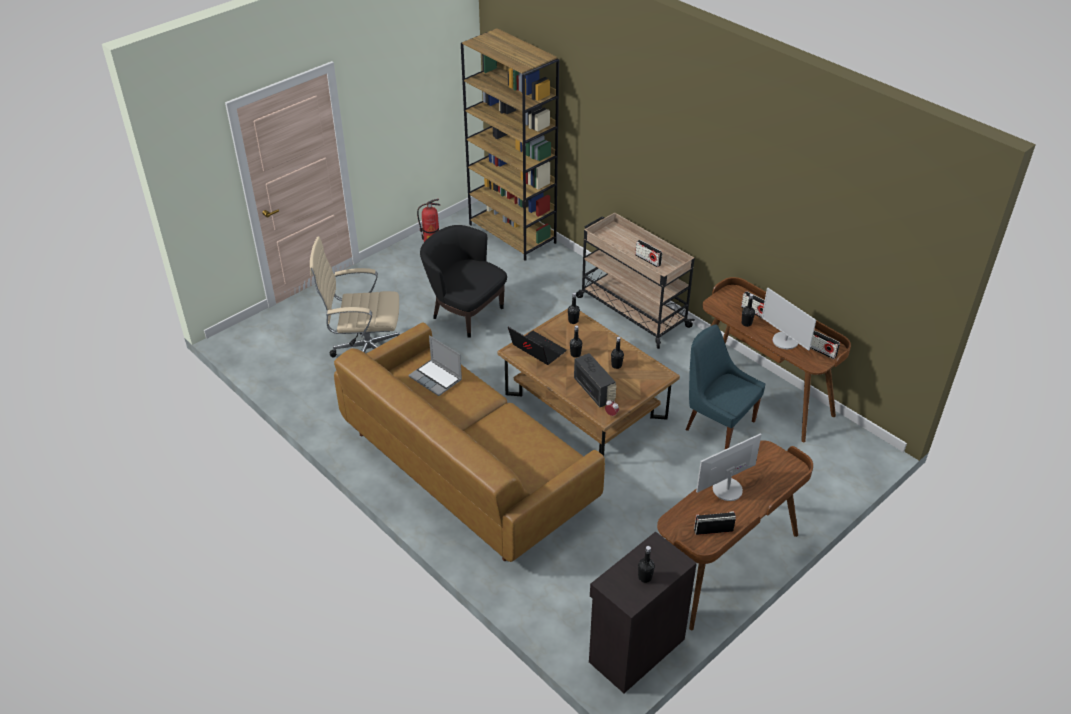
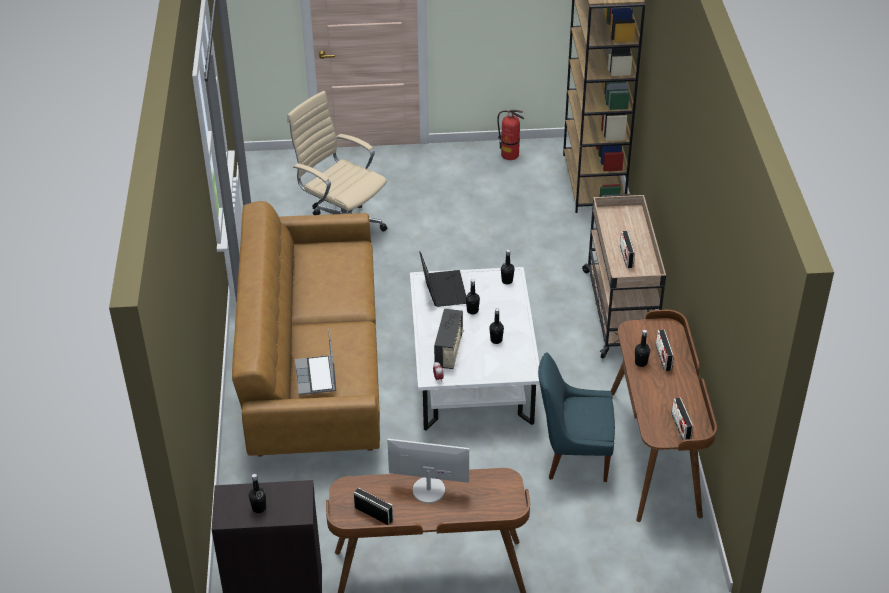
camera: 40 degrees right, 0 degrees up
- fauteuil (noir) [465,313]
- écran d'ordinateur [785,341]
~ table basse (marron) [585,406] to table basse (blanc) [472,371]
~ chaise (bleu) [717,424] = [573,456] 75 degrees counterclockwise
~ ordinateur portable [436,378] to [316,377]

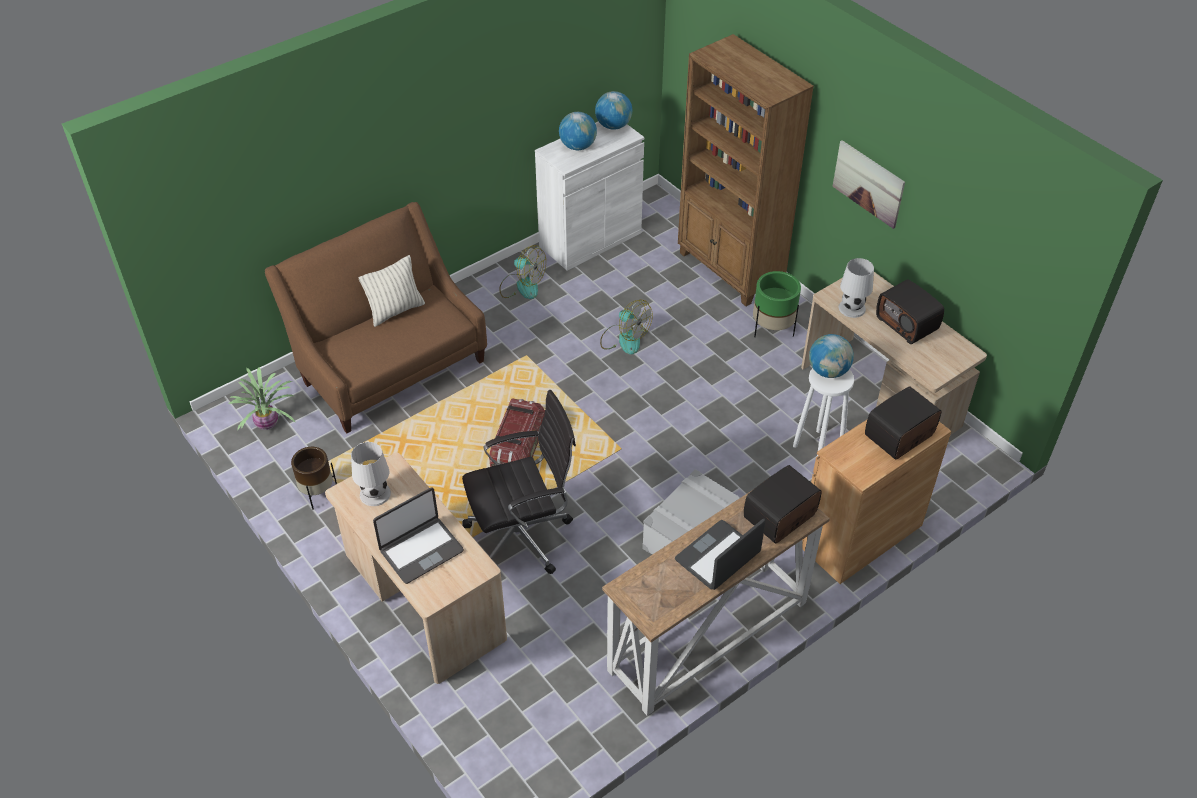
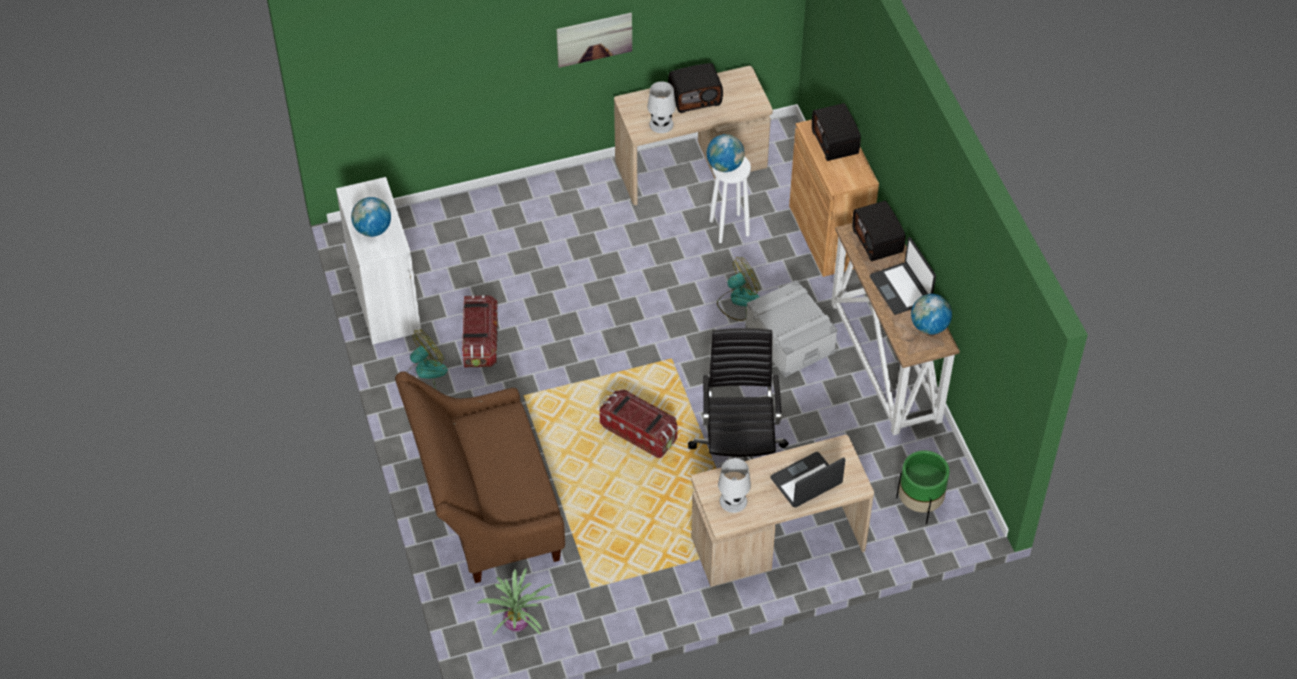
camera: 70 degrees left, 5 degrees up
- bibliothèque (marron) [730,270]
~ globe [613,126] to [929,326]
- coussin [395,311]
~ cache-pot (vert) [772,328] to [919,504]
~ ventilateur [624,339] to [738,301]
- cache-pot (marron) [317,493]
~ ordinateur portable [421,550] = [806,481] 105 degrees counterclockwise
+ boîte de rangement [480,341]

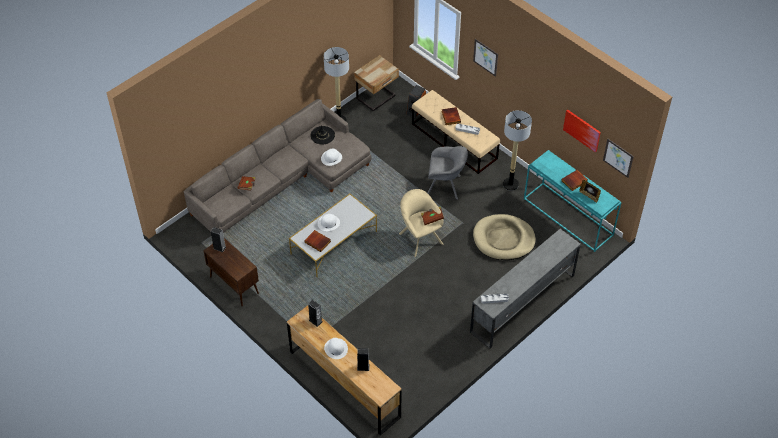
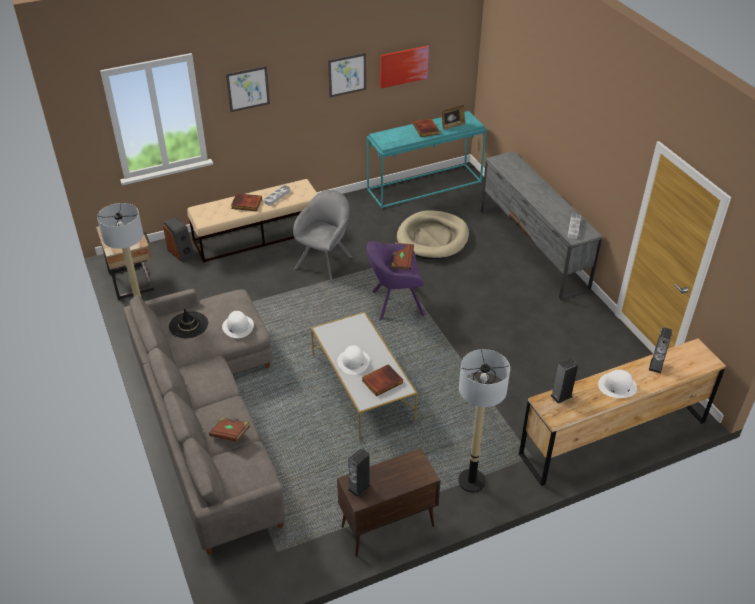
camera: 70 degrees left, 10 degrees down
~ lampadaire [510,184] to [471,481]
~ tableau [618,158] to [347,74]
~ fauteuil (beige) [419,237] to fauteuil (violet) [394,303]

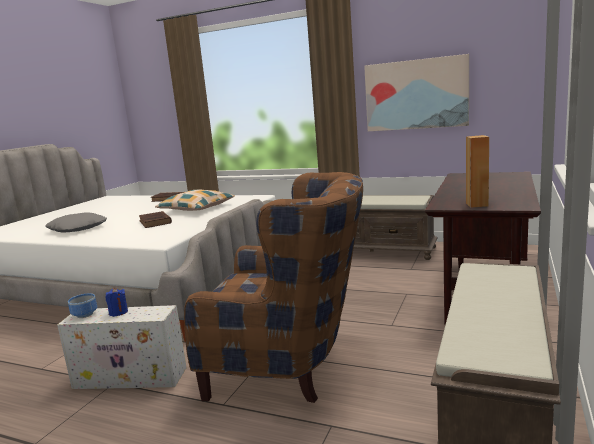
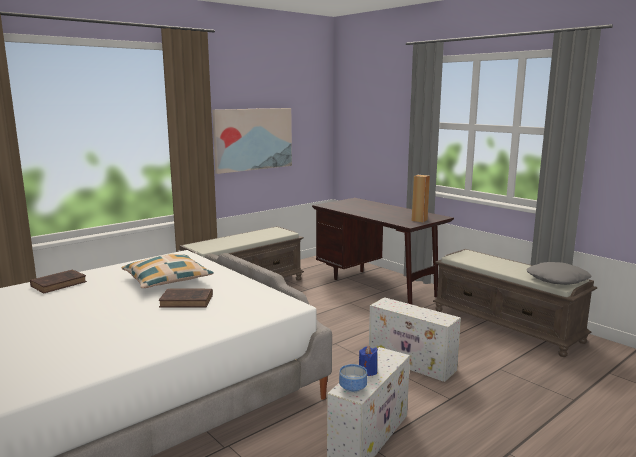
camera: 65 degrees left, 0 degrees up
~ fauteuil (marron) [291,363] to boîte de rangement (blanc) [412,363]
~ coussin (gris) [78,228] to [557,279]

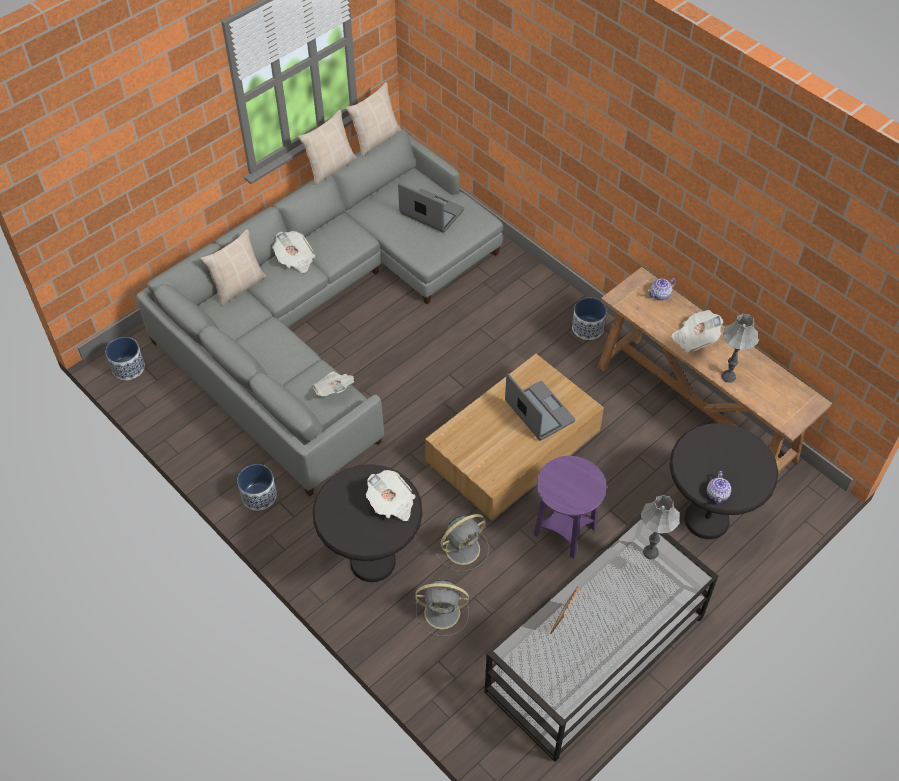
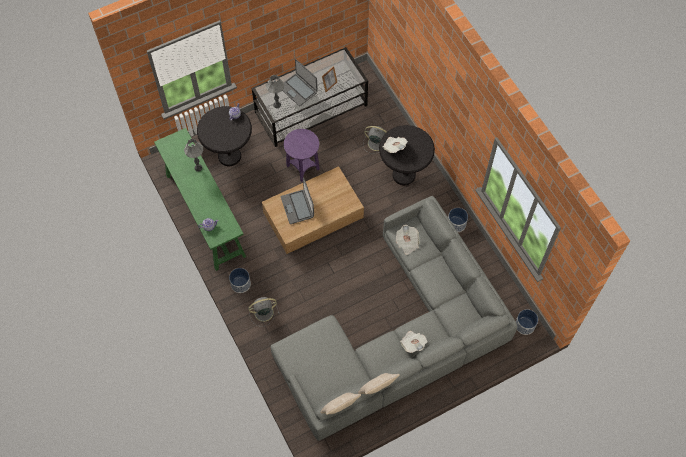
camera: 165 degrees left, 10 degrees up
~ ordinateur portable [431,212] to [298,89]
- coussin (beige) [238,286]
~ table console (marron) [696,413] to table console (vert) [205,214]
- journal [695,339]
~ ventilateur (gris) [464,548] to [263,313]

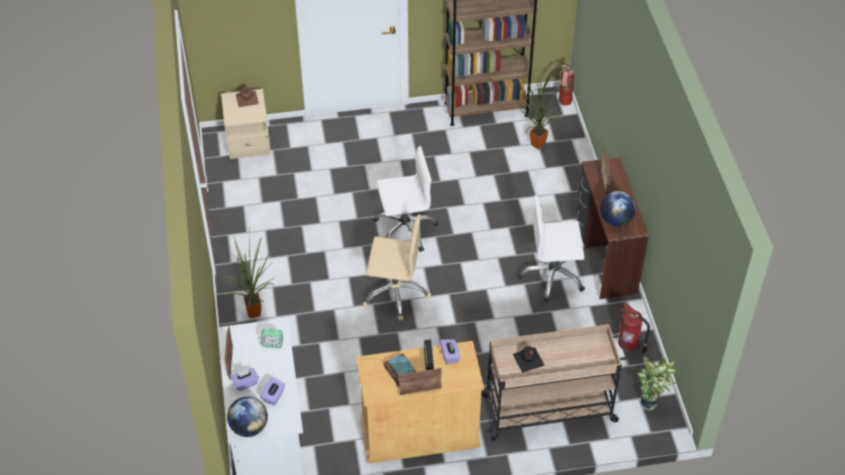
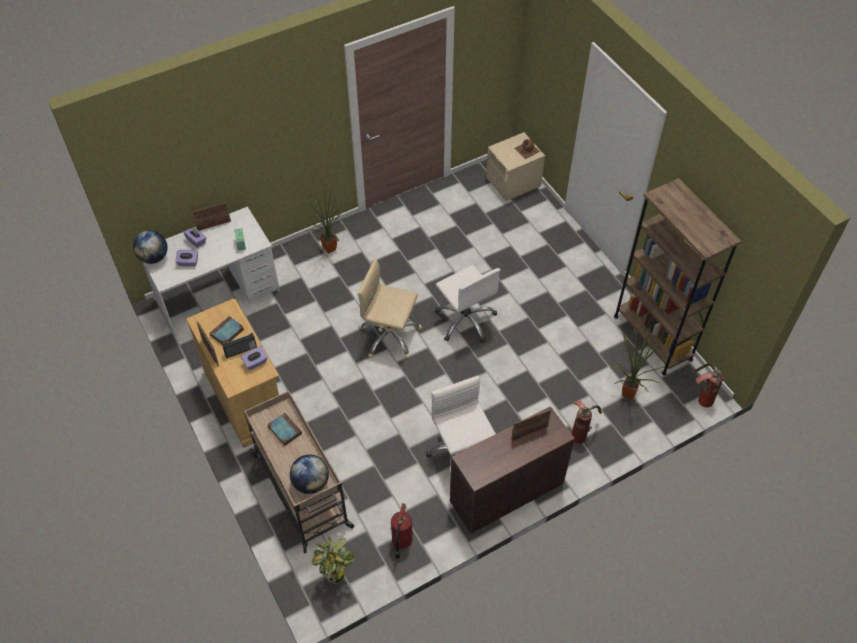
camera: 70 degrees right, 5 degrees up
~ globe [615,220] to [311,483]
~ chaise de bureau (beige) [395,293] = [389,336] 120 degrees clockwise
~ bouteille (noir) [528,360] to livre [284,430]
+ extincteur [581,432]

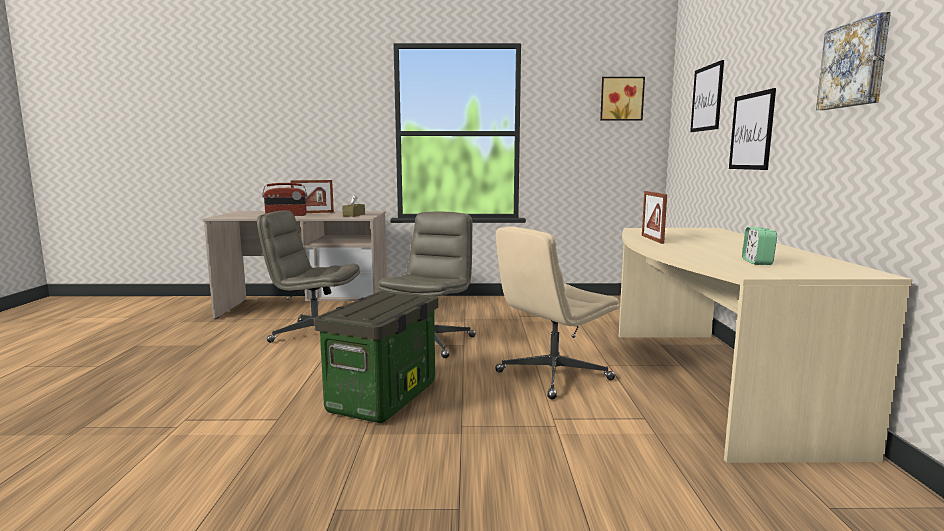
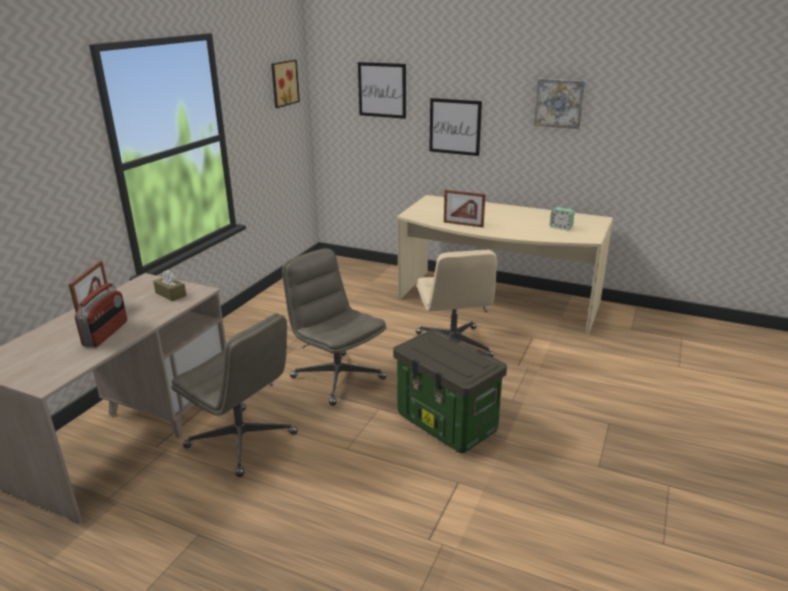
camera: 65 degrees left, 15 degrees up
~ chaise de bureau (gris) [314,334] = [243,441] 90 degrees counterclockwise

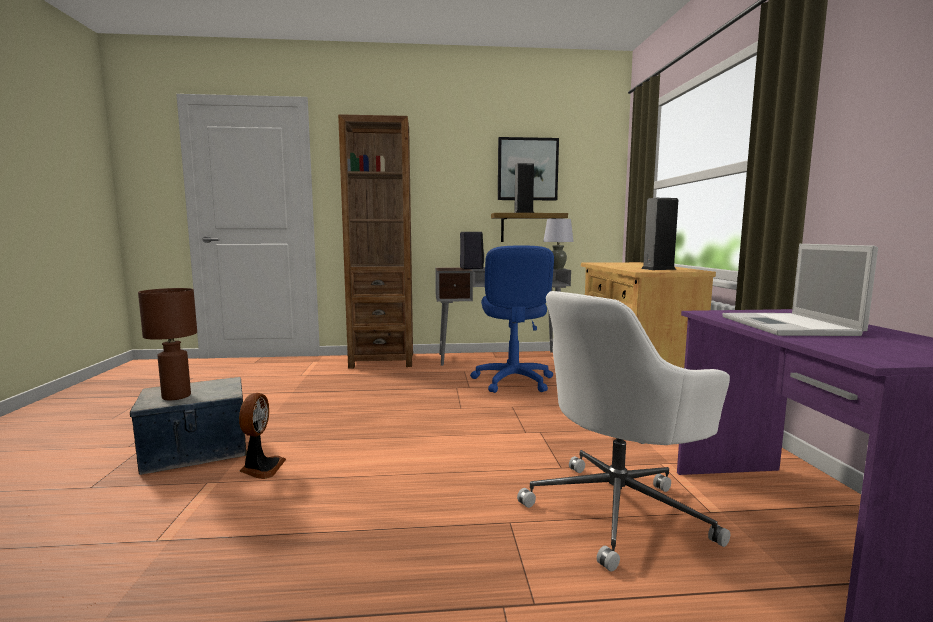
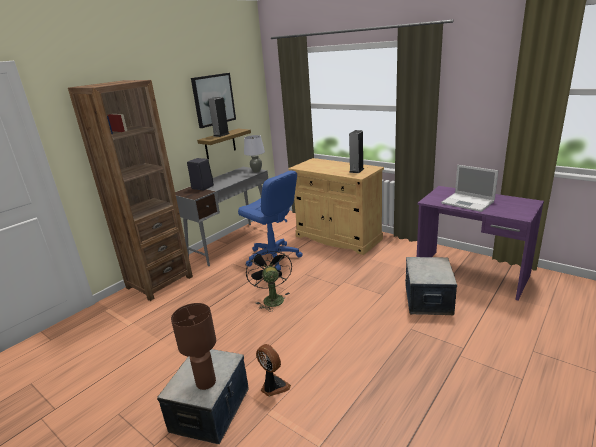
camera: 45 degrees left, 15 degrees up
~ chaise de bureau (blanc) [619,510] to boîte de rangement [427,300]
+ ventilateur (noir) [271,298]

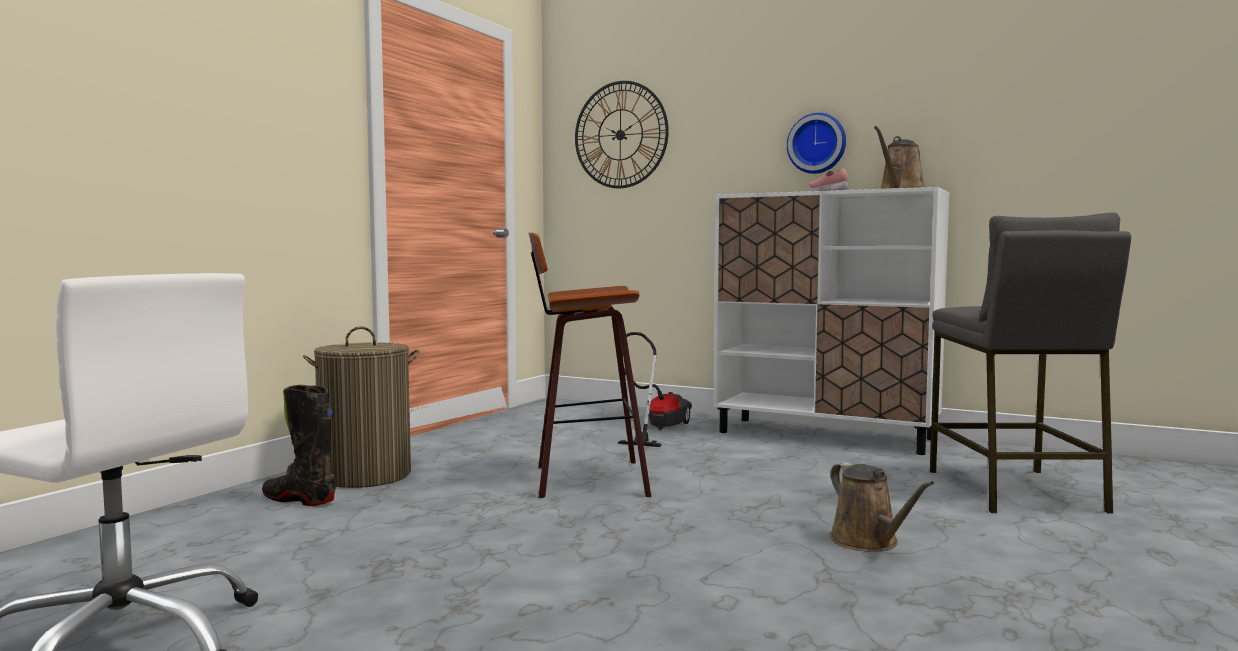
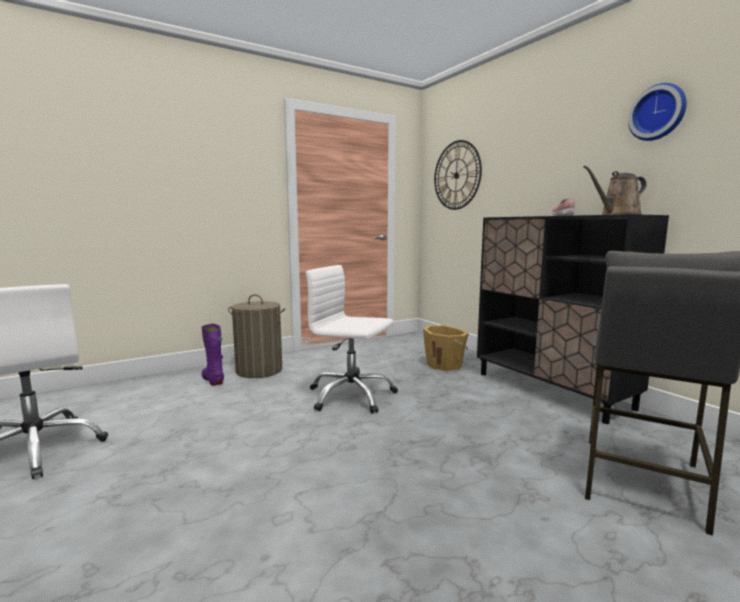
camera: 30 degrees right, 5 degrees up
~ horloge murale [817,144] to [658,113]
~ meuble de rangement (blanc) [826,436] to meuble de rangement (noir) [551,390]
~ tabouret [586,480] to chaise de bureau (blanc) [351,396]
~ aspirateur [656,429] to seau (orange) [445,364]
~ botte (noir) [299,500] to botte (violet) [213,380]
- arrosoir (marron) [868,542]

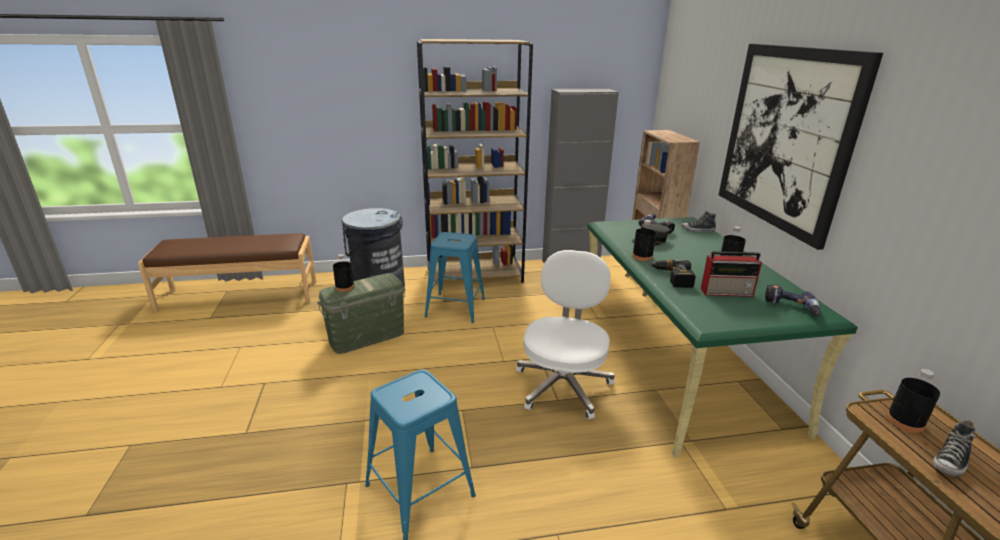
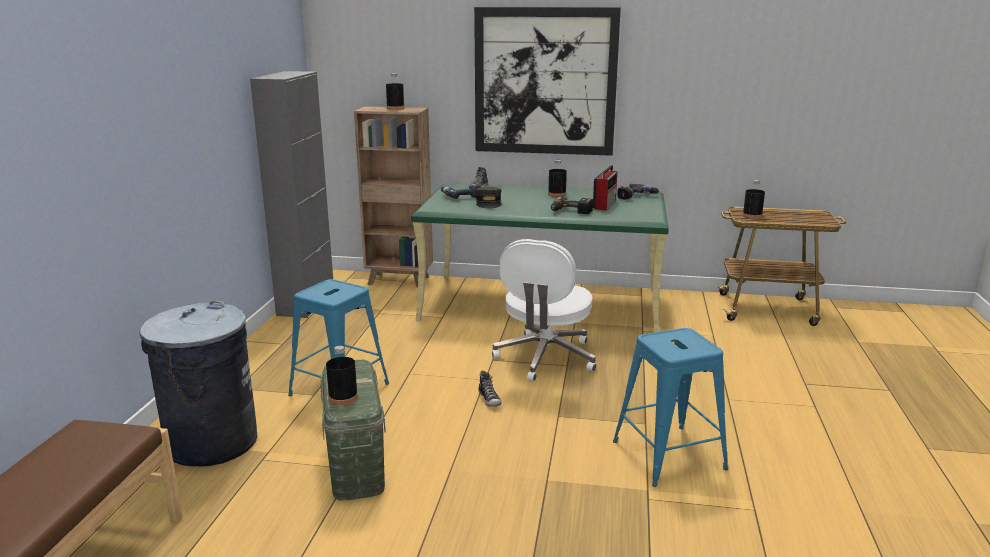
camera: 70 degrees left, 5 degrees down
- bibliothèque (marron) [475,275]
~ bouteille (noir) [642,257] to [395,108]
~ chaise de bureau (blanc) [563,385] = [545,358] 105 degrees counterclockwise
~ chaussure [950,461] to [489,399]

